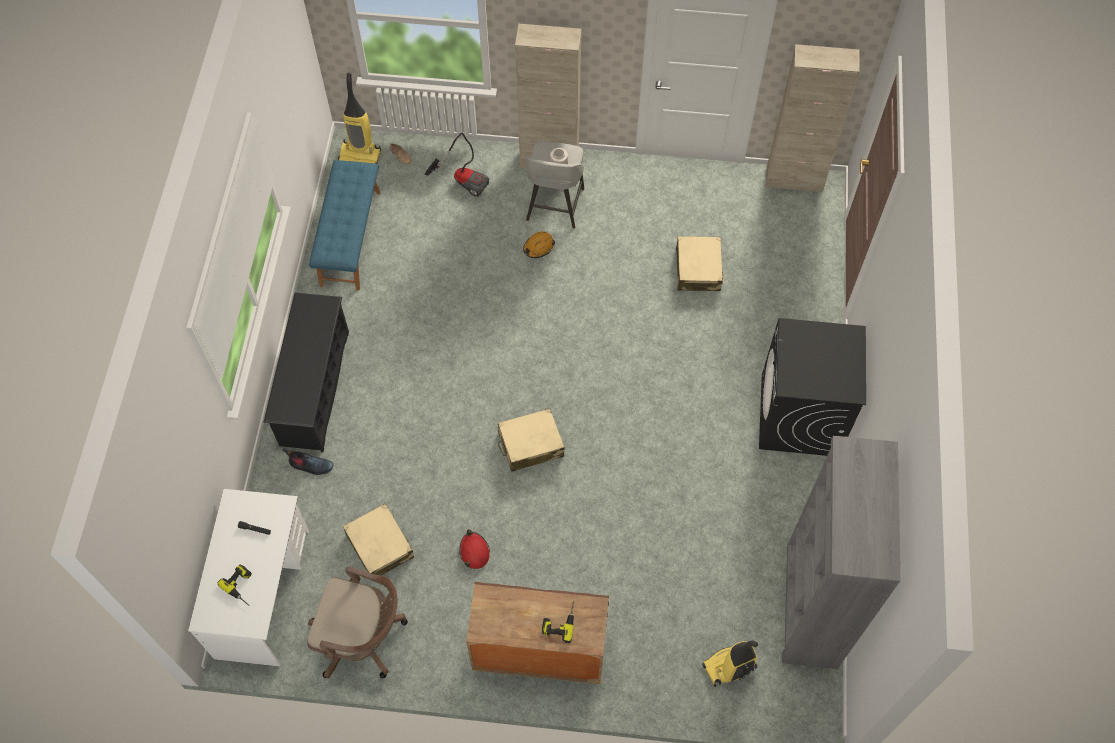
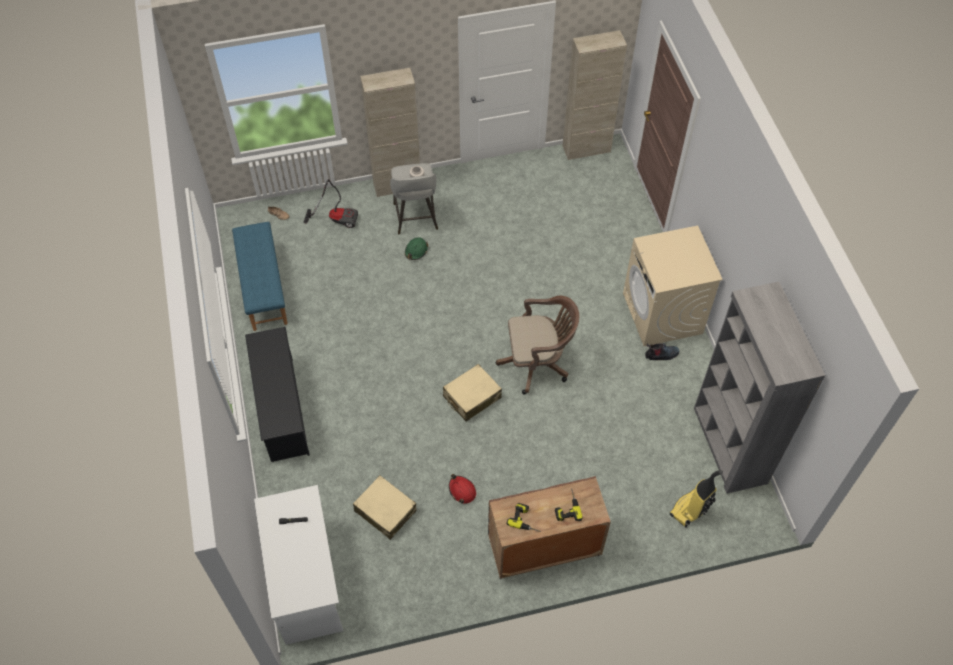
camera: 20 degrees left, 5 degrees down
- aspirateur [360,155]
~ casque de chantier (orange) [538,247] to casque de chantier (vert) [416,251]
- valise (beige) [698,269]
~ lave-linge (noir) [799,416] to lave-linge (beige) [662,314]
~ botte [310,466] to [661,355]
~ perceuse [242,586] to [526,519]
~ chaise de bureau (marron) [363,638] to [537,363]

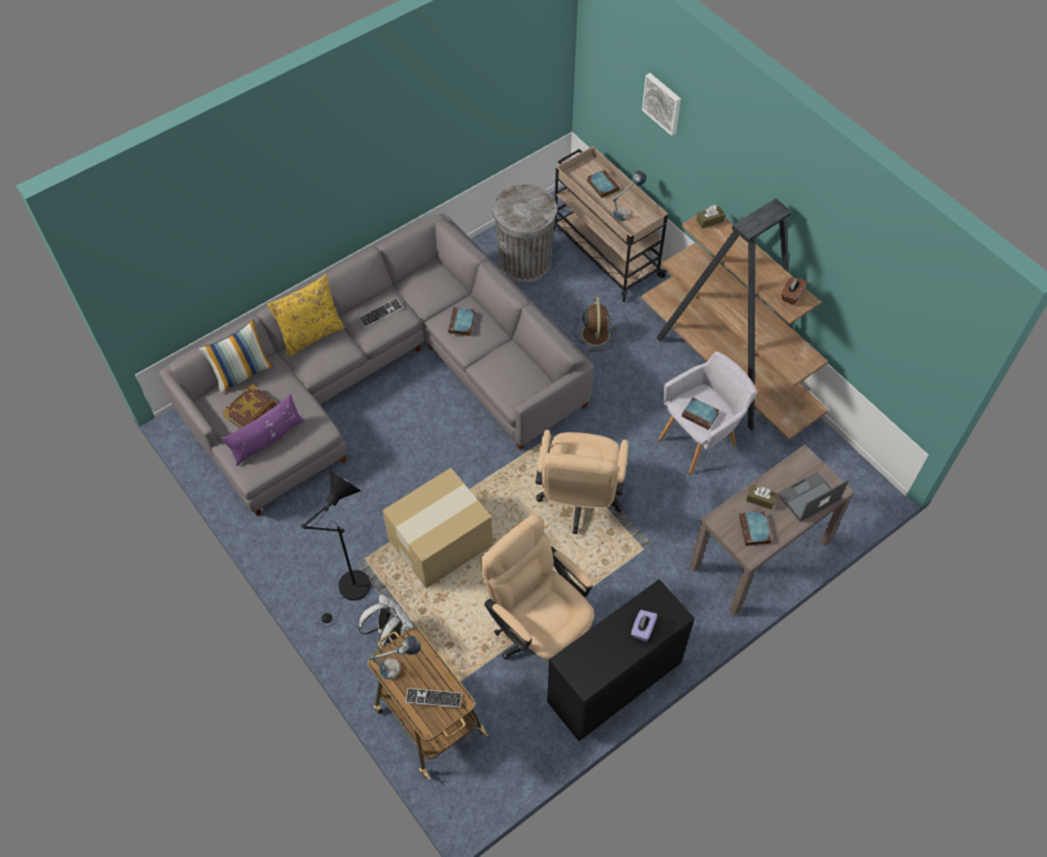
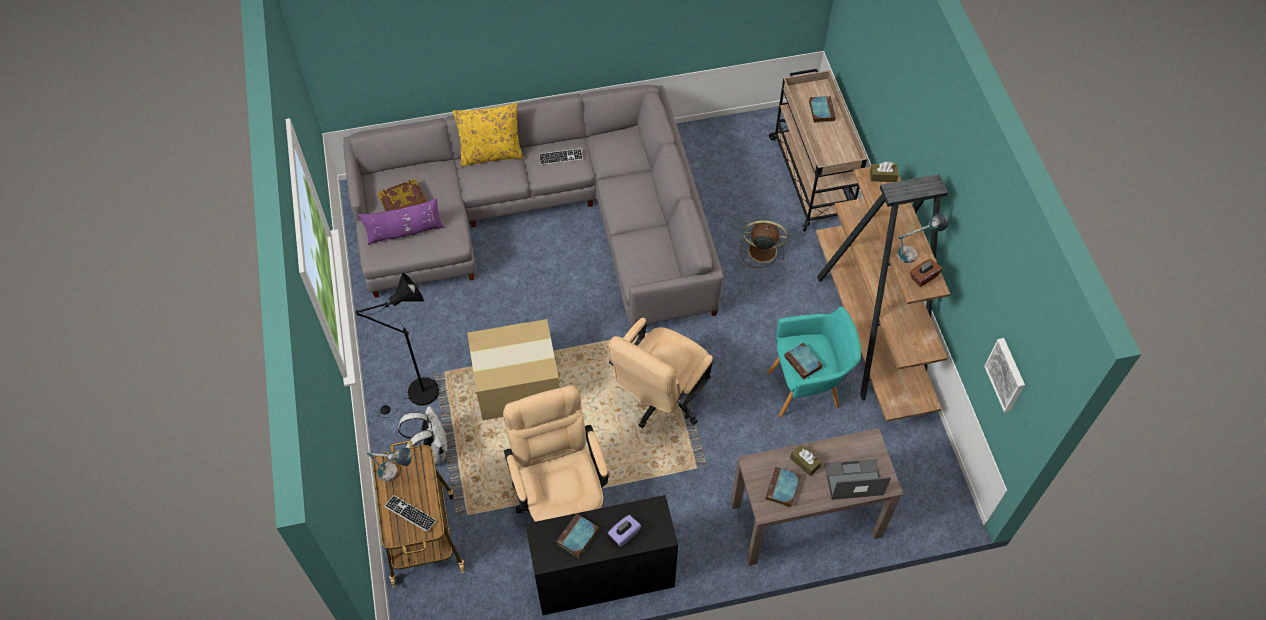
camera: 25 degrees right, 0 degrees up
~ tableau [663,103] to [1007,374]
~ lampe de table [626,211] to [914,253]
- poubelle (gris) [524,262]
~ ventilateur (marron) [595,333] = [761,250] 105 degrees counterclockwise
~ livre [462,324] to [577,537]
- coussin [242,373]
~ fauteuil (gris) [700,440] to fauteuil (turquoise) [807,389]

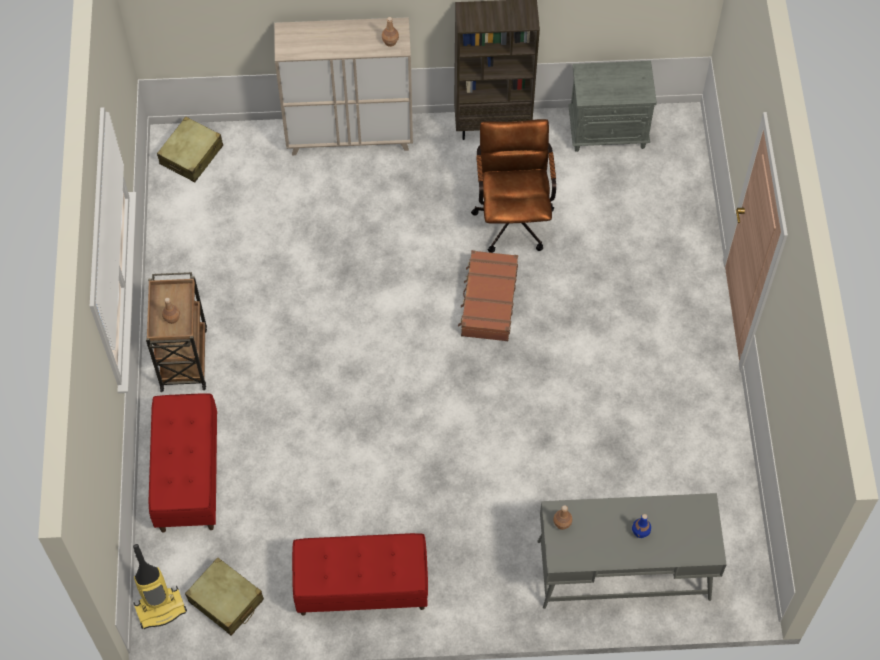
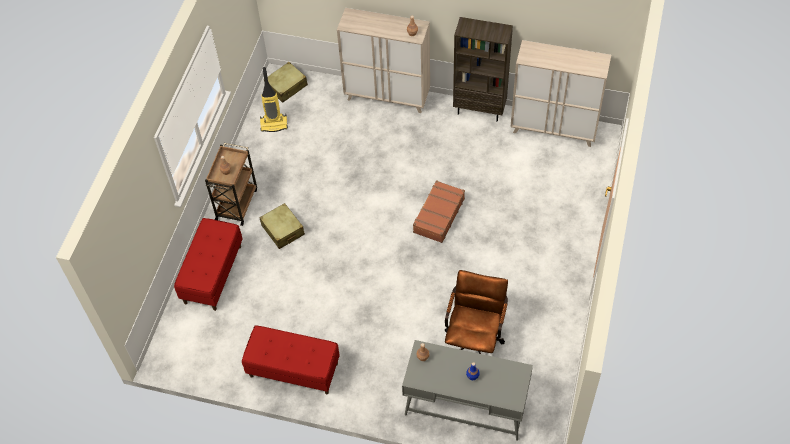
camera: 20 degrees right, 5 degrees down
~ table de chevet (gris) [608,131] to meuble de rangement (beige) [554,129]
~ chaise de bureau (marron) [513,215] to [474,339]
~ aspirateur [160,608] to [274,124]
~ valise (beige) [226,601] to [283,230]

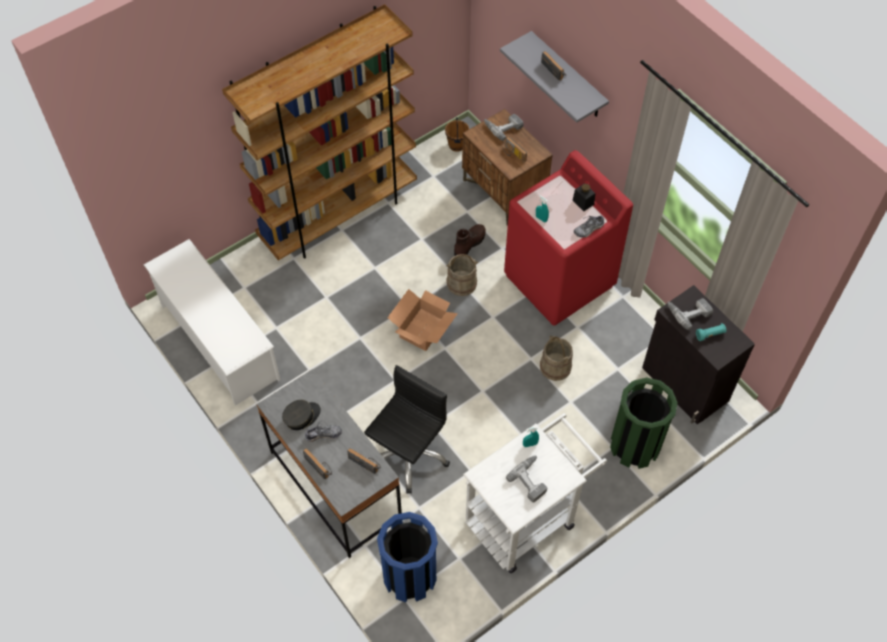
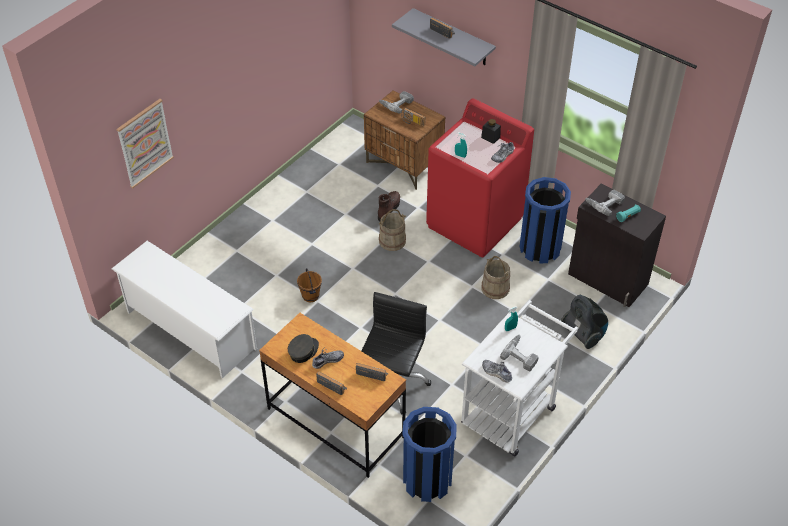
camera: 15 degrees left, 10 degrees down
- bibliothèque (marron) [339,215]
~ seau (marron) [457,145] to [311,296]
- carton [423,329]
~ bureau (gris) [335,486] to bureau (marron) [335,423]
~ poubelle (vert) [634,445] to aspirateur [583,334]
+ tableau [145,143]
+ poubelle (bleu) [540,248]
+ chaussure [496,373]

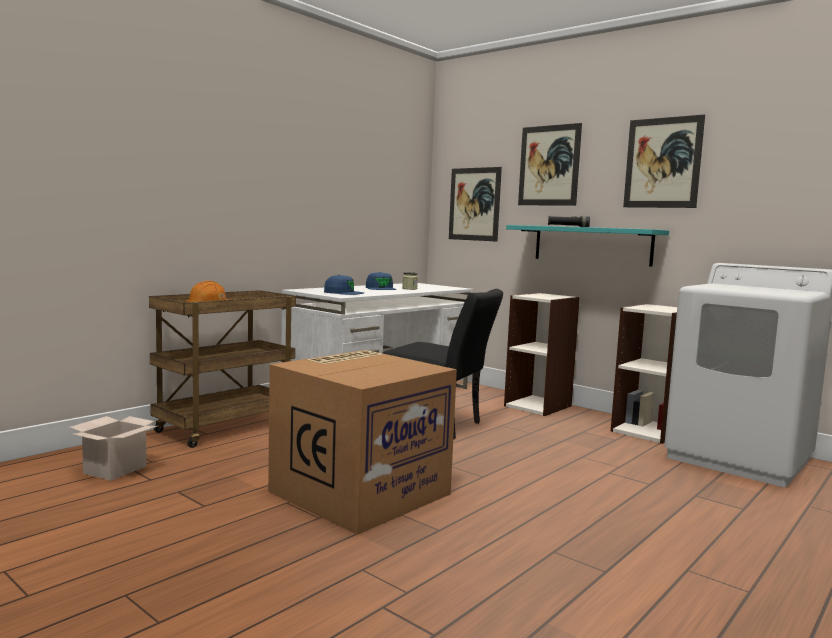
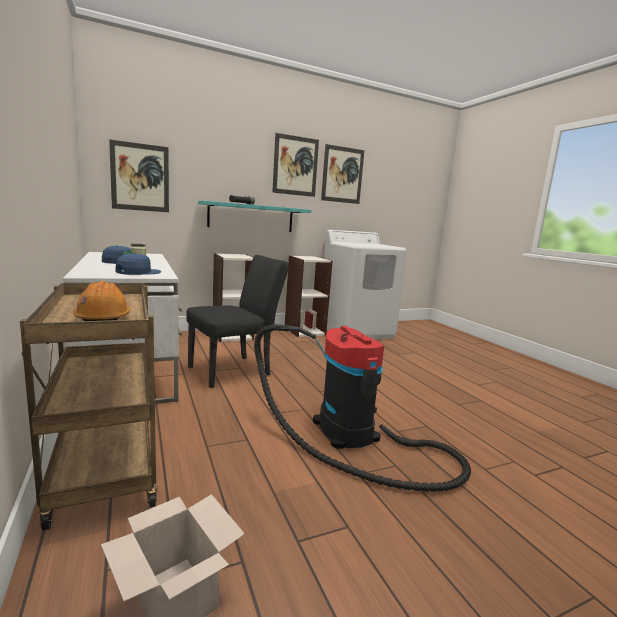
camera: 65 degrees left, 5 degrees up
~ tableau [549,165] to [342,175]
~ carton [360,491] to aspirateur [351,435]

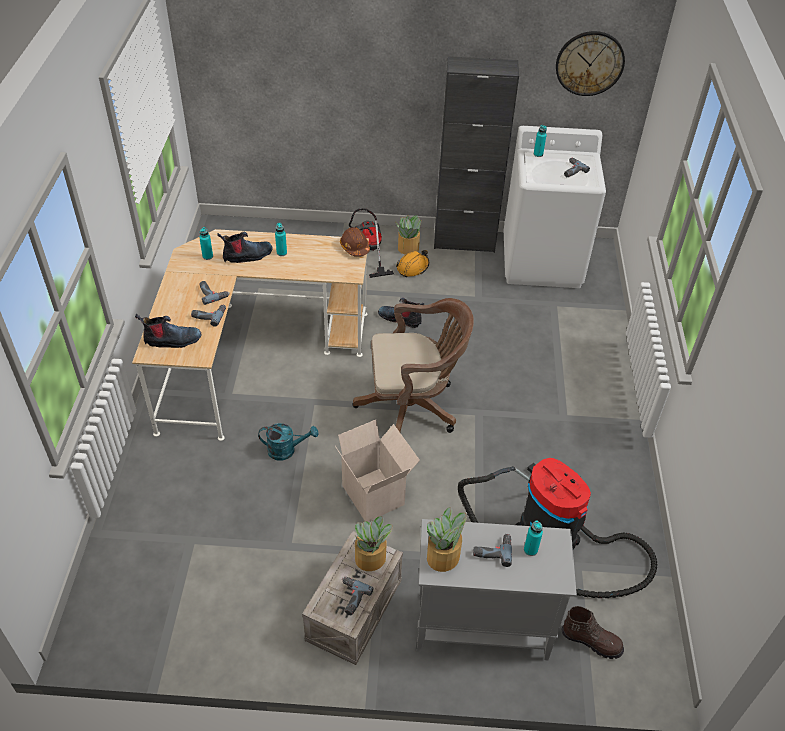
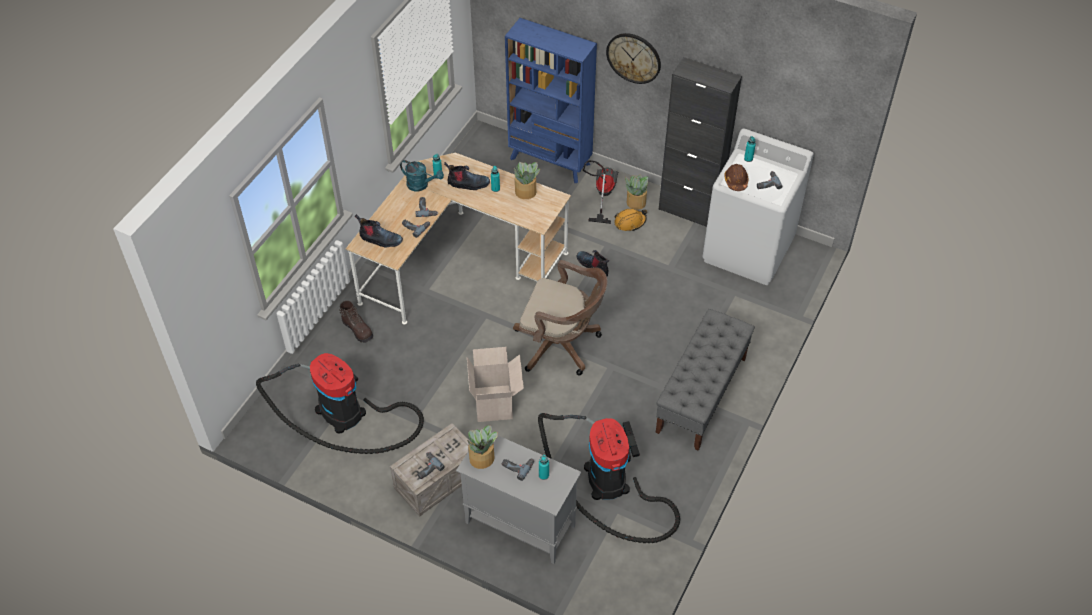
camera: 25 degrees right, 5 degrees up
~ horloge murale [589,63] to [634,58]
~ casque de chantier (marron) [355,247] to [736,181]
~ arrosoir (turquoise) [286,450] to [421,185]
~ plante en pot [371,558] to [526,192]
~ botte (marron) [591,641] to [358,330]
+ bibliothèque (bleu) [550,161]
+ banc (gris) [701,395]
+ aspirateur [345,415]

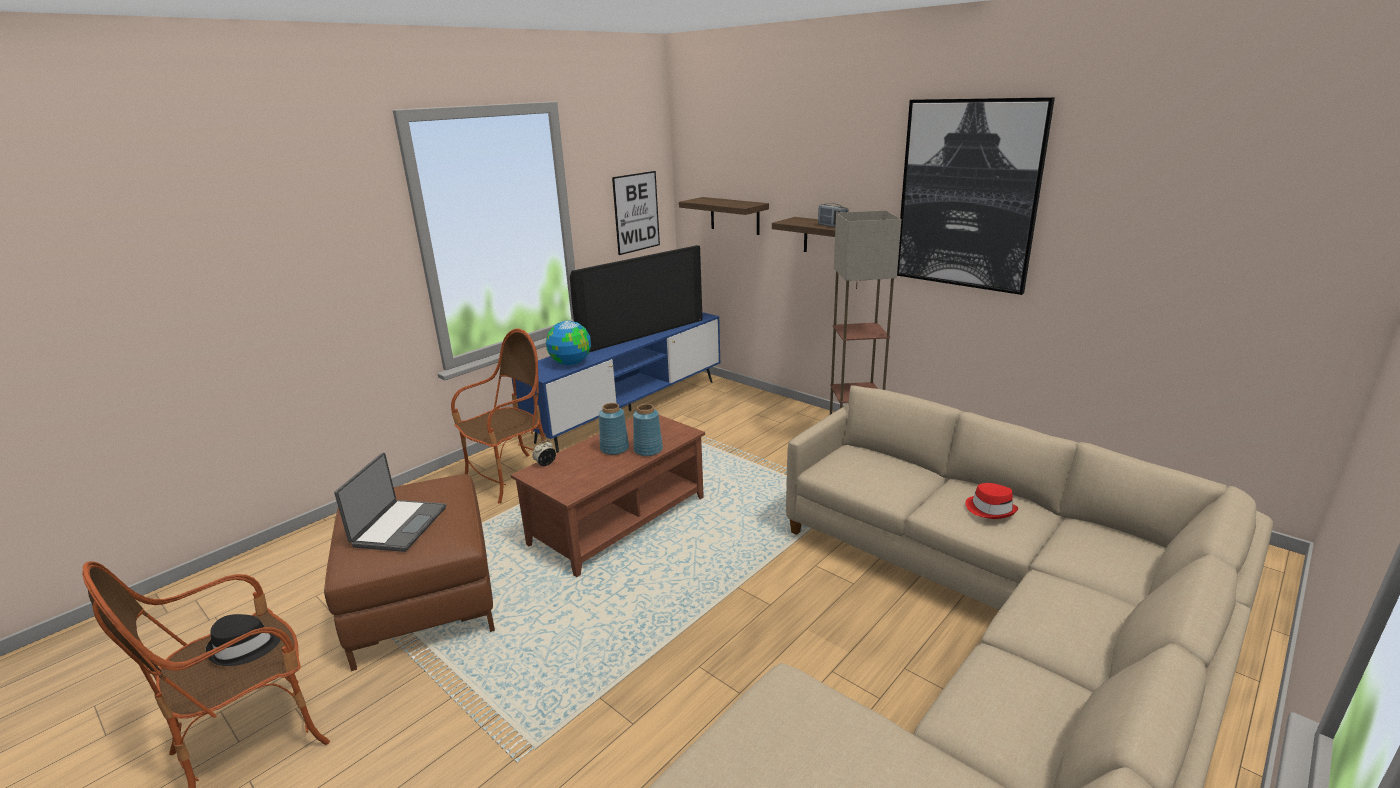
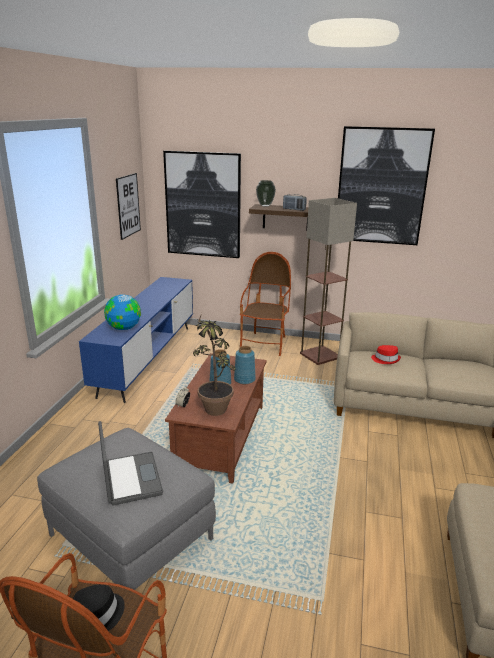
camera: 30 degrees left, 0 degrees up
~ étagère [734,215] to tableau [203,205]
- téléviseur [641,334]
~ fauteuil [511,477] to [265,344]
~ pouf (marron) [423,599] to pouf (gris) [130,537]
~ chapeau (rouge) [990,509] to [386,359]
+ vase [265,205]
+ plante en pot [213,405]

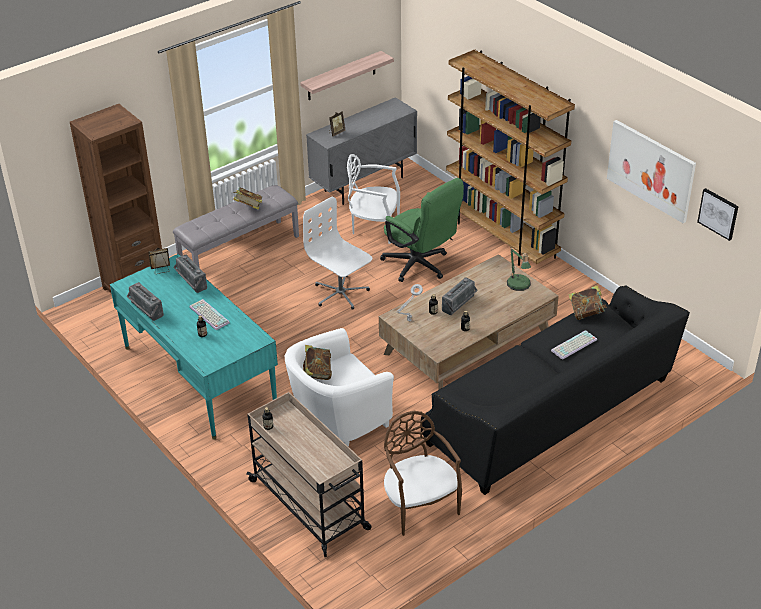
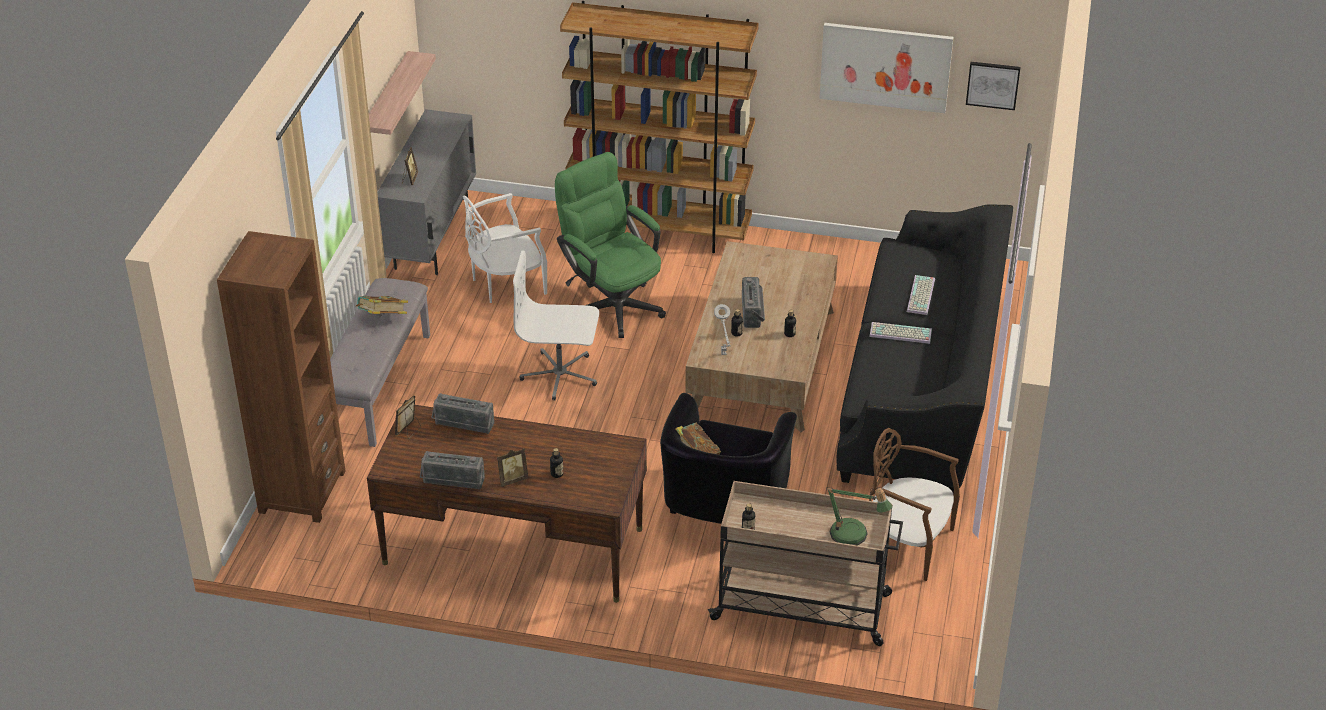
camera: 40 degrees left, 0 degrees up
~ chaise de bureau (vert) [420,266] = [612,303] 135 degrees counterclockwise
~ lampe de table [519,286] to [853,537]
~ bureau (turquoise) [199,376] to bureau (marron) [513,546]
- livre [586,313]
~ clavier [208,315] to [899,334]
~ fauteuil (blanc) [337,419] to fauteuil (noir) [723,507]
+ cadre photo [512,479]

